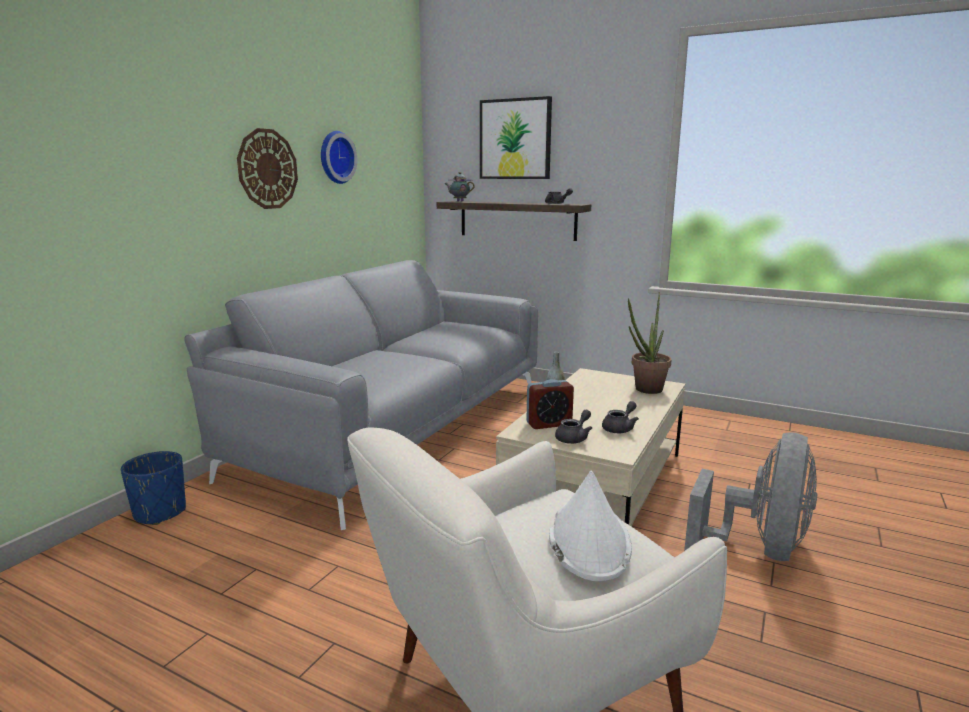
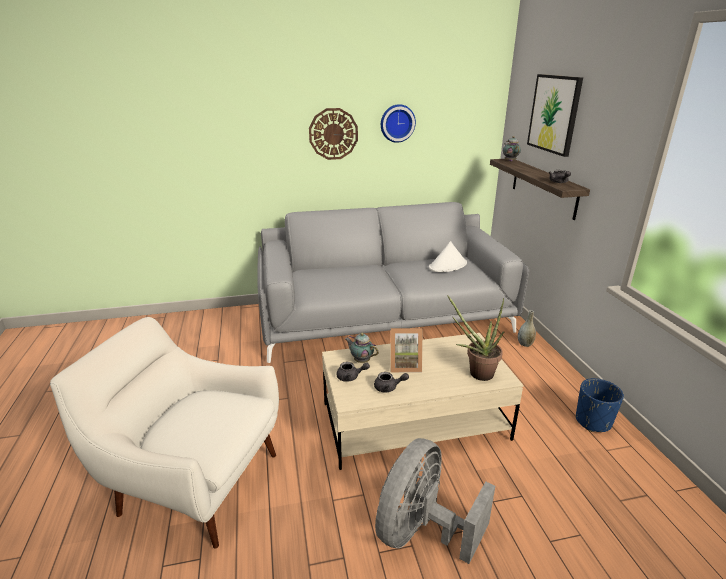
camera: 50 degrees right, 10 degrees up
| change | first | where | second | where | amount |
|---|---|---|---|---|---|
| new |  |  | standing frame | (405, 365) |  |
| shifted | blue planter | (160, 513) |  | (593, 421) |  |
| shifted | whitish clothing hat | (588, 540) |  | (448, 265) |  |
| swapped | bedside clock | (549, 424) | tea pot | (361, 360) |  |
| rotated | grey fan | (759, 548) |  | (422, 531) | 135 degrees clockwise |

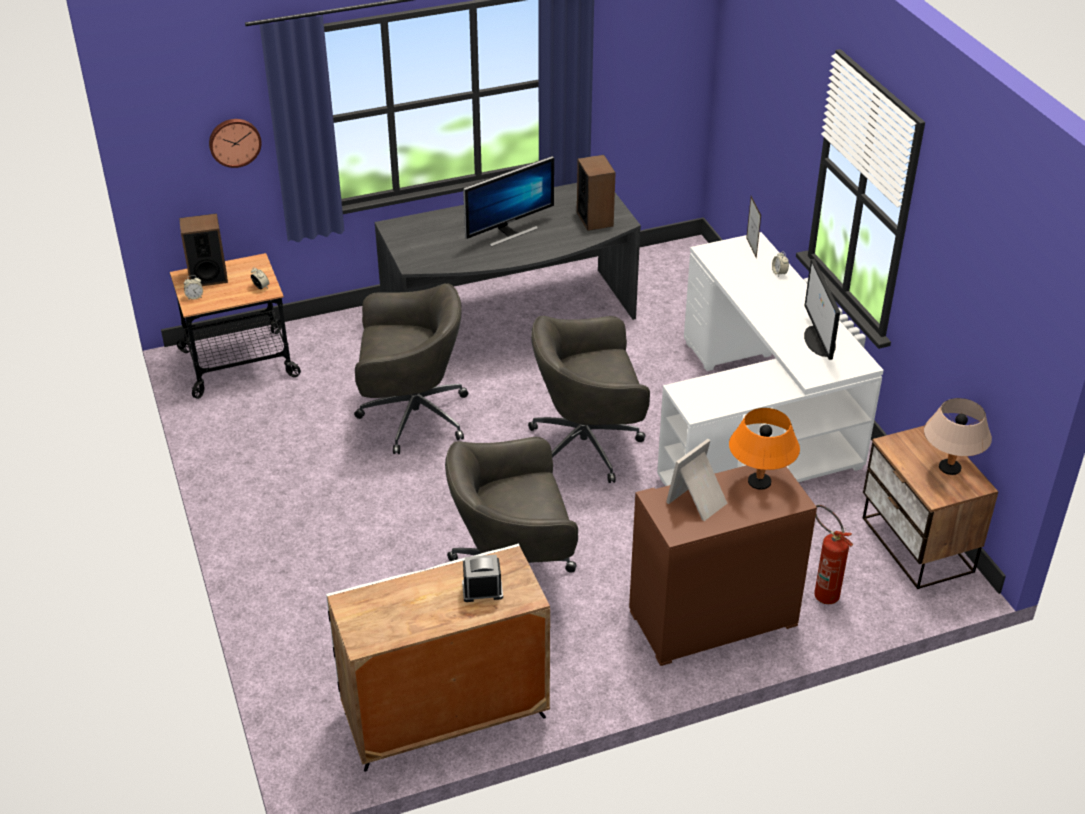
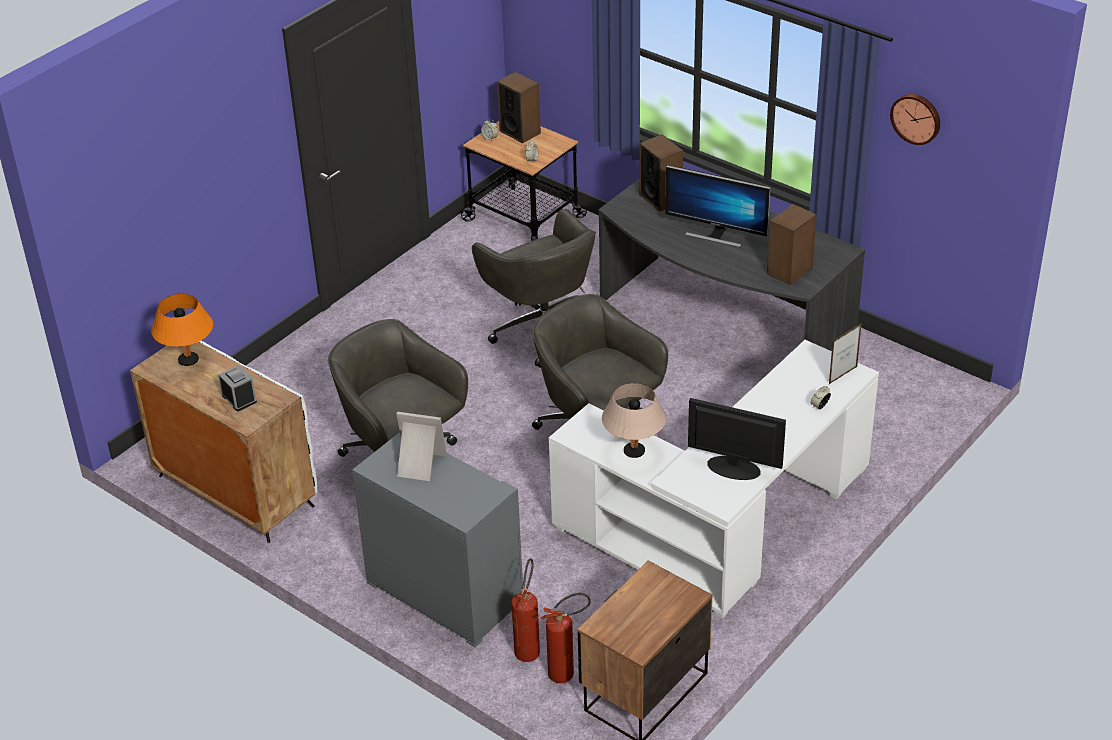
camera: 60 degrees right, 0 degrees up
| change | first | where | second | where | amount |
|---|---|---|---|---|---|
| new |  |  | extinguisher | (567, 673) |  |
| new |  |  | audio speaker | (660, 198) |  |
| shifted | clock on the wall | (234, 141) |  | (916, 118) |  |
| shifted | orangey tabletop lamp | (759, 482) |  | (188, 360) |  |
| shifted | beige tabletop lamp | (950, 468) |  | (634, 451) |  |
| repainted | brownish drawer chest | (713, 619) | grey drawer chest | (443, 593) |  |
| rotated | computer display | (819, 341) |  | (733, 467) | 60 degrees clockwise |

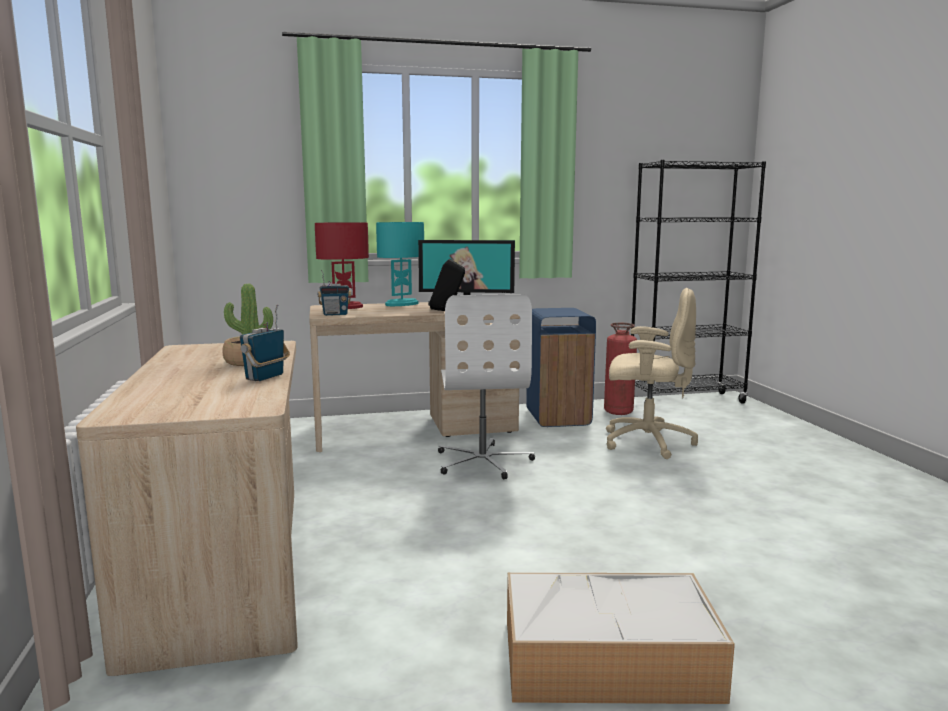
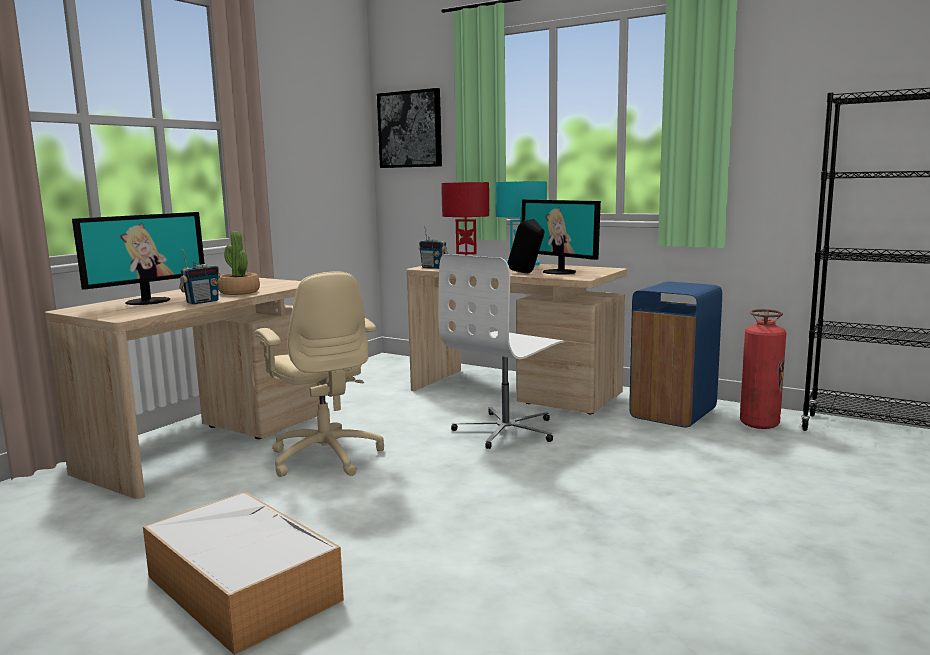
camera: 45 degrees right, 0 degrees up
| change | first | where | second | where | amount |
|---|---|---|---|---|---|
| new |  |  | computer display | (147, 301) |  |
| new |  |  | wall art | (410, 129) |  |
| shifted | beige computer chair | (646, 442) |  | (325, 456) |  |
| rotated | radio set | (265, 377) |  | (202, 302) | 150 degrees clockwise |

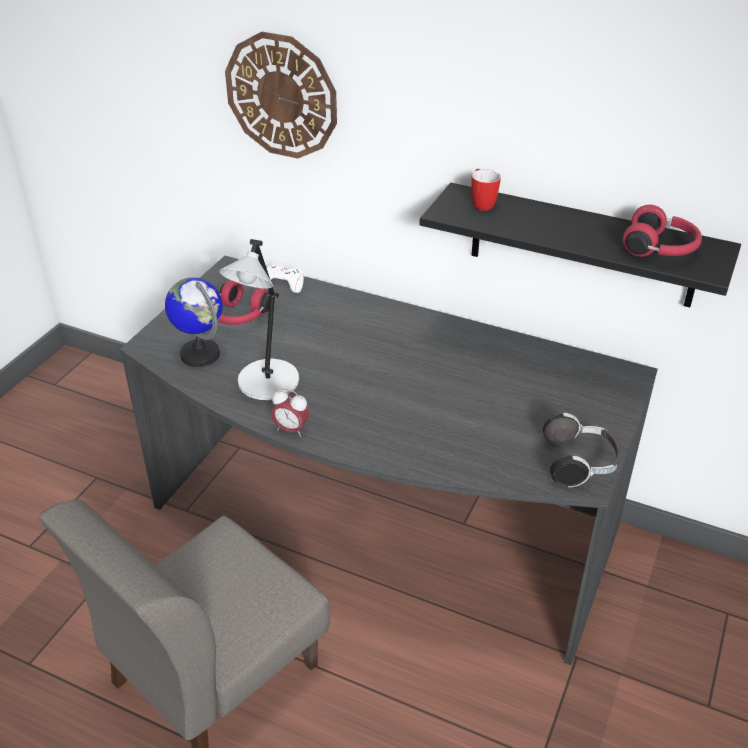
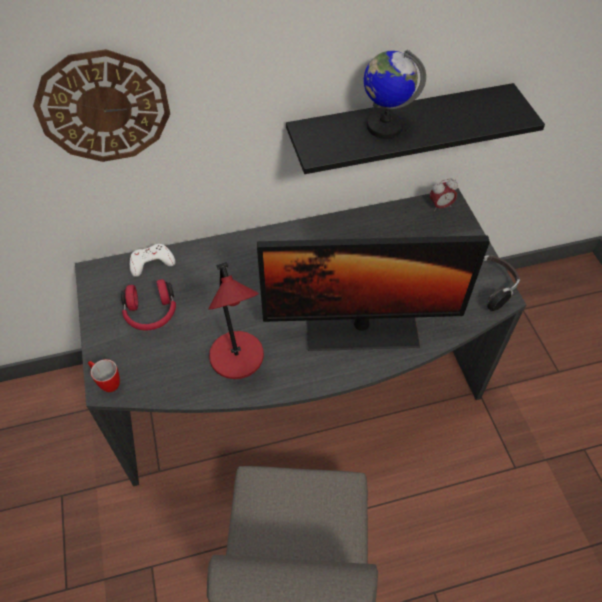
camera: 40 degrees left, 15 degrees up
| change | first | where | second | where | amount |
|---|---|---|---|---|---|
| gone | red pair of headphones | (660, 249) |  |  |  |
| new |  |  | computer display | (361, 328) |  |
| shifted | globe | (200, 354) |  | (384, 126) |  |
| shifted | bedside clock | (291, 430) |  | (440, 206) |  |
| shifted | coffee mug | (481, 203) |  | (107, 382) |  |
| repainted | grey tabletop lamp | (267, 383) | red tabletop lamp | (238, 358) |  |

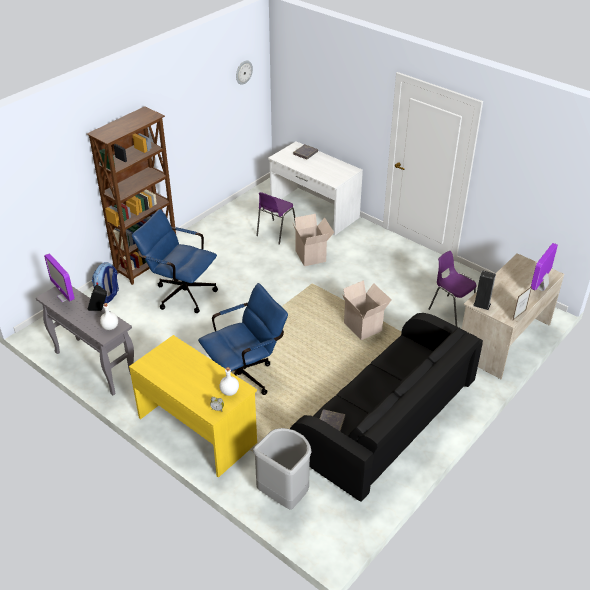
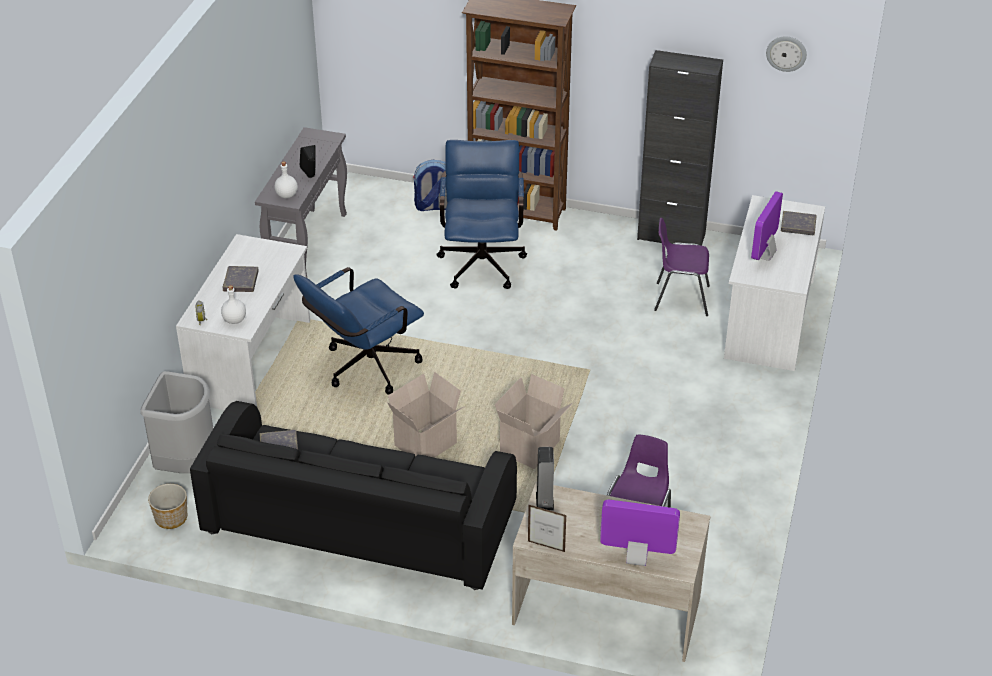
camera: 65 degrees right, 0 degrees up
| change | first | where | second | where | amount |
|---|---|---|---|---|---|
| new |  |  | planter | (170, 518) |  |
| new |  |  | grey volume | (241, 281) |  |
| new |  |  | black cabinet | (671, 236) |  |
| shifted | computer display | (65, 296) |  | (765, 254) |  |
| shifted | cardboard box | (311, 256) |  | (426, 446) |  |
| repainted | yellow-coloured desk | (198, 429) | whitish desk | (252, 361) |  |
| rotated | blue computer chair | (245, 376) |  | (364, 369) | 105 degrees clockwise |

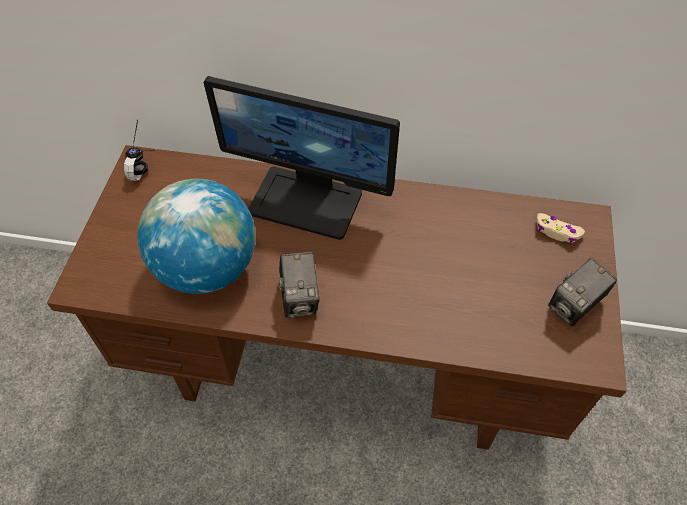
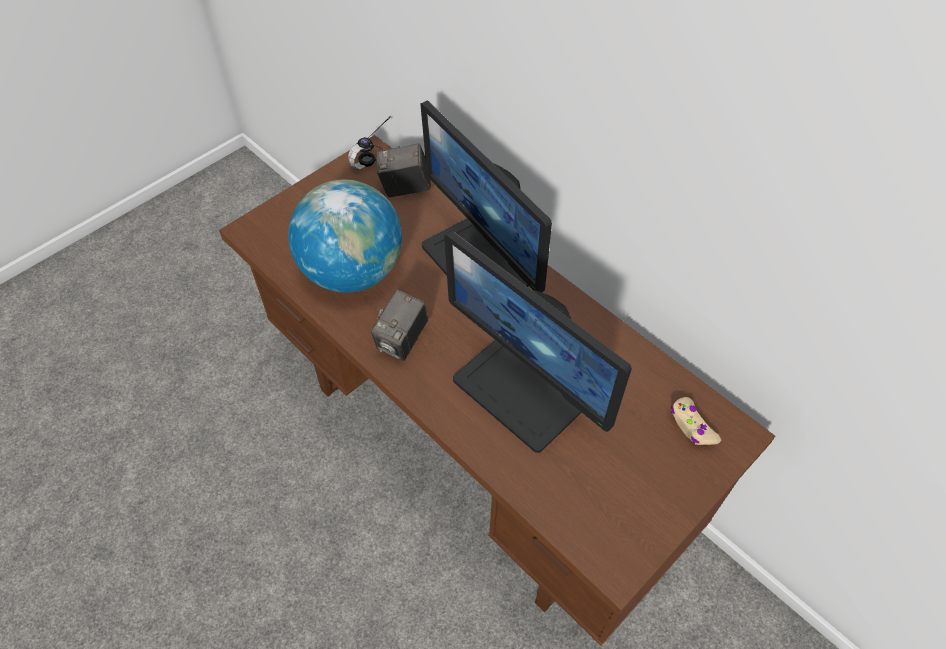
camera: 35 degrees right, 0 degrees up
| change | first | where | second | where | amount |
|---|---|---|---|---|---|
| new |  |  | computer display | (522, 390) |  |
| shifted | photo camera | (573, 306) |  | (405, 188) |  |

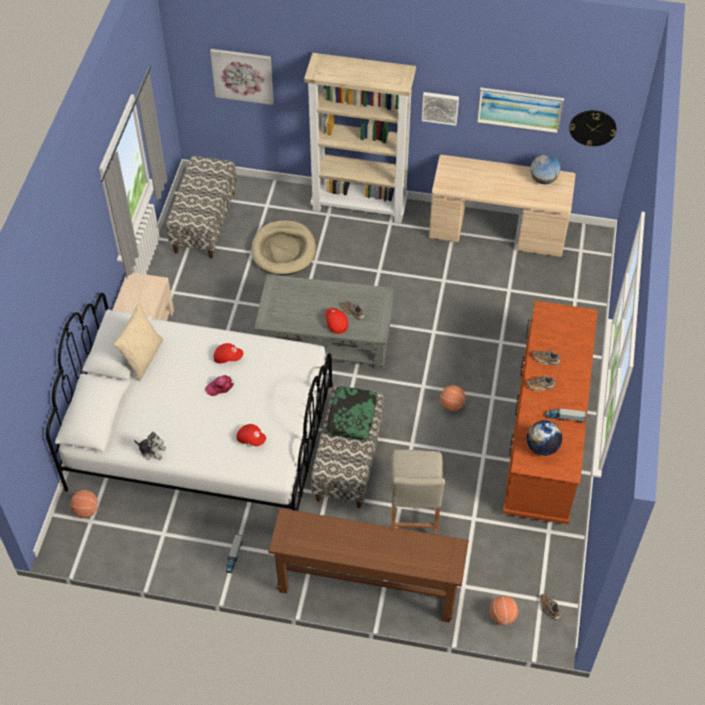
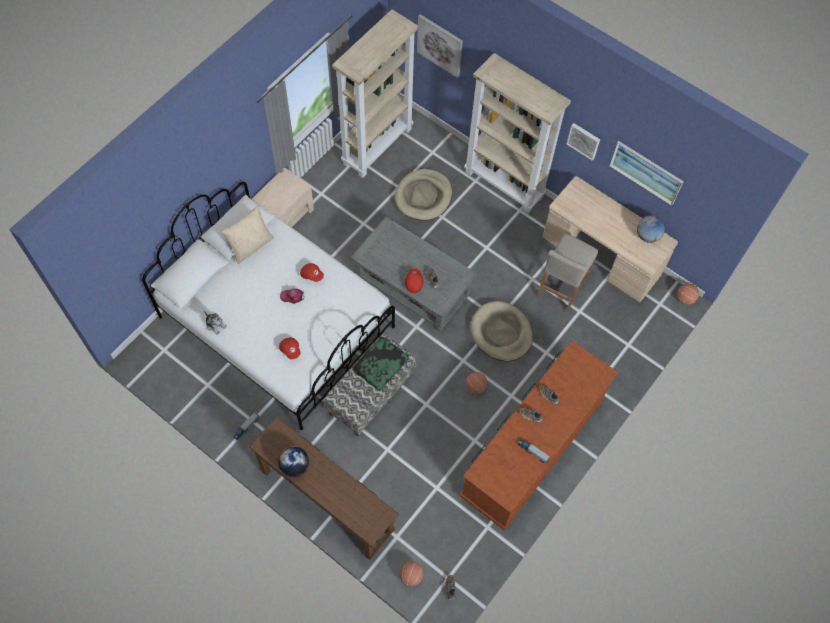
camera: 25 degrees right, 10 degrees up
| change | first | where | second | where | amount |
|---|---|---|---|---|---|
| gone | clock on the wall | (592, 127) |  |  |  |
| new |  |  | beige pet bed | (501, 333) |  |
| shifted | basketball | (86, 510) |  | (685, 298) |  |
| shifted | beige stool | (413, 514) |  | (561, 286) |  |
| shifted | globe | (542, 447) |  | (294, 466) |  |
| swapped | indoor bench | (204, 222) | beige bookcase | (377, 145) |  |

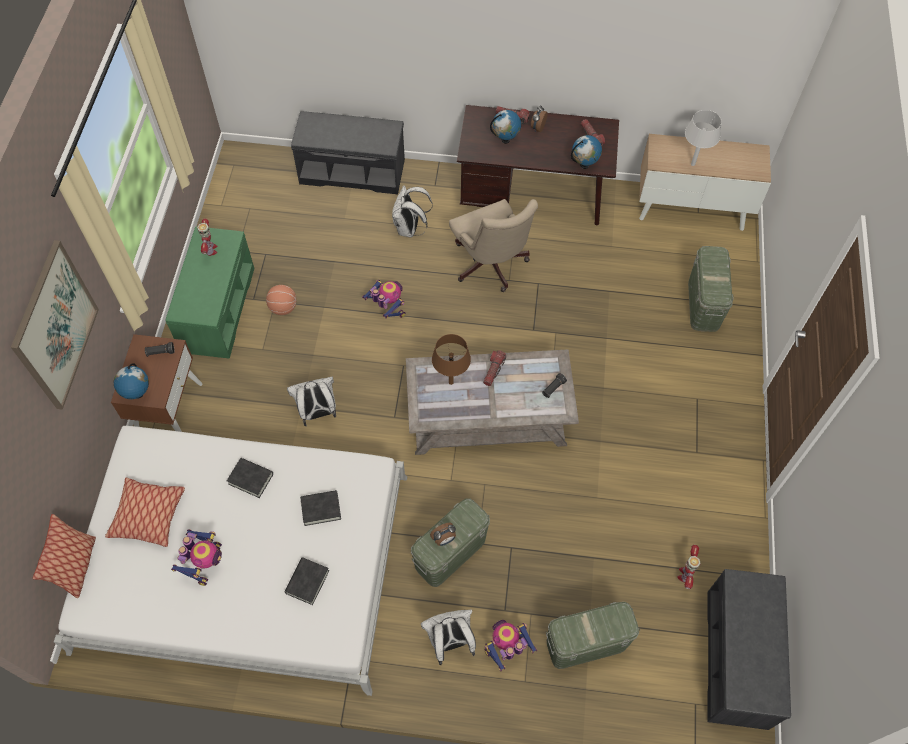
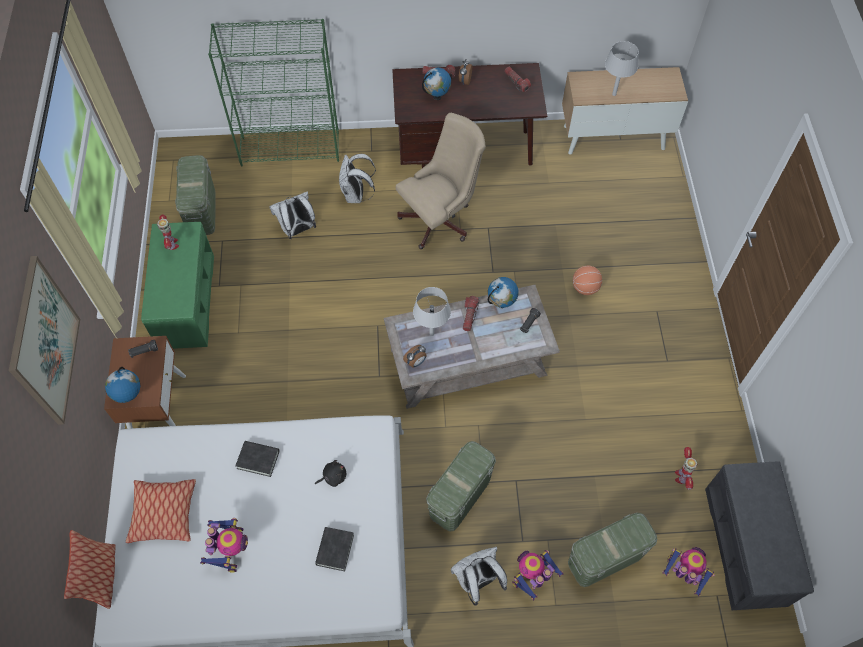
camera: 10 degrees left, 0 degrees up
| change | first | where | second | where | amount |
|---|---|---|---|---|---|
| shifted | basketball | (283, 308) |  | (585, 287) |  |
| shifted | whitish knapsack | (318, 413) |  | (298, 230) |  |
| shifted | model robot | (387, 309) |  | (683, 574) |  |
| shifted | bedside clock | (444, 539) |  | (416, 362) |  |
| shifted | globe | (584, 165) |  | (501, 304) |  |
| shifted | greenish storage bin | (703, 304) |  | (202, 211) |  |
| swapped | grey indoor bench | (353, 171) | greenish bookcase | (291, 149) |  |
| swapped | black volume | (321, 509) | black plush toy | (333, 476) |  |
| repainted | brownish tabletop lamp | (450, 382) | grey tabletop lamp | (431, 333) |  |
| rotated | beige computer chair | (491, 266) |  | (440, 219) | 90 degrees counterclockwise |

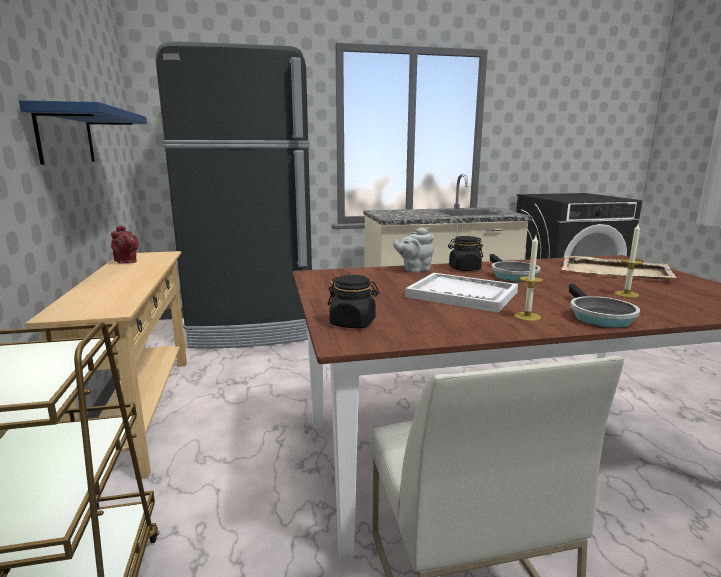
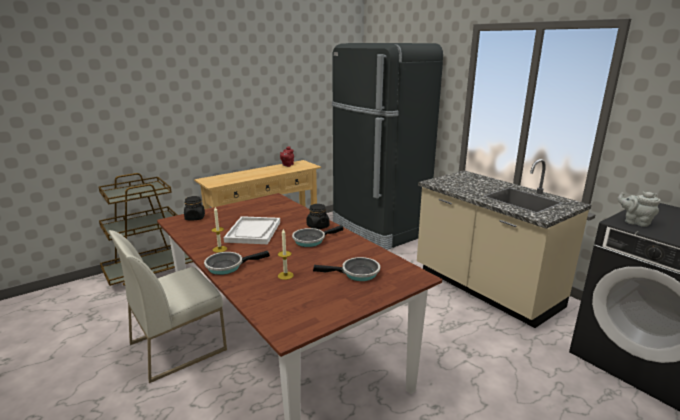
camera: 65 degrees right, 5 degrees up
| change | first | where | second | where | amount |
|---|---|---|---|---|---|
| gone | blue bracket shelf | (66, 136) |  |  |  |
| shifted | grey tea pot | (414, 269) |  | (635, 222) |  |
| swapped | beige carrying tray | (615, 271) | frying pan | (357, 273) |  |

